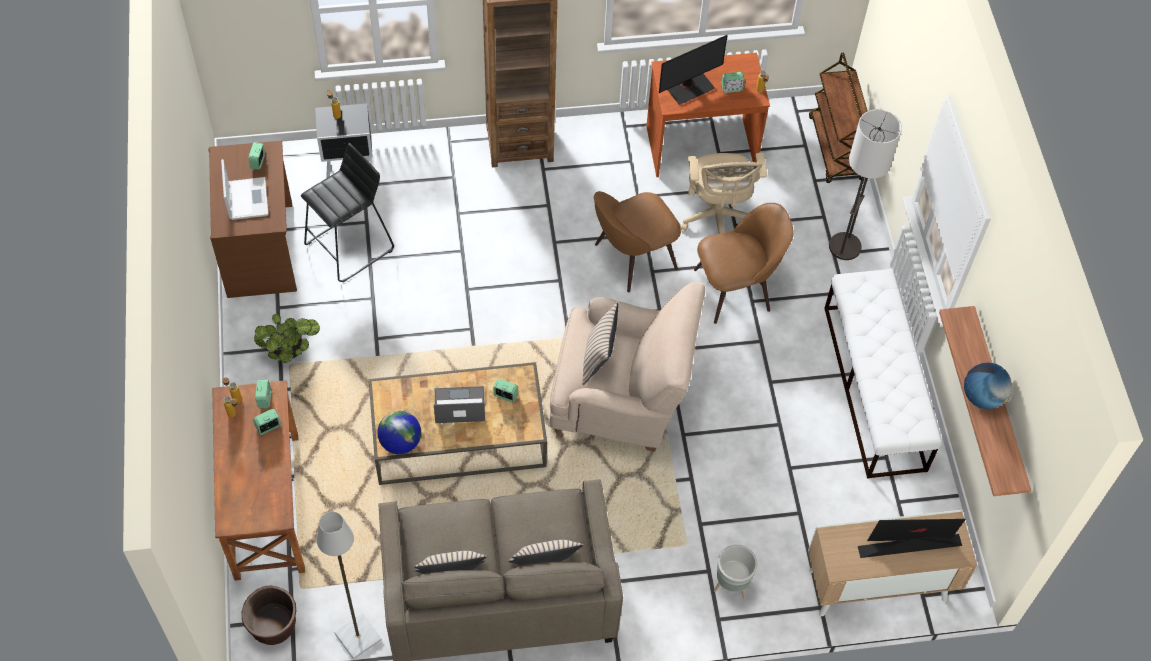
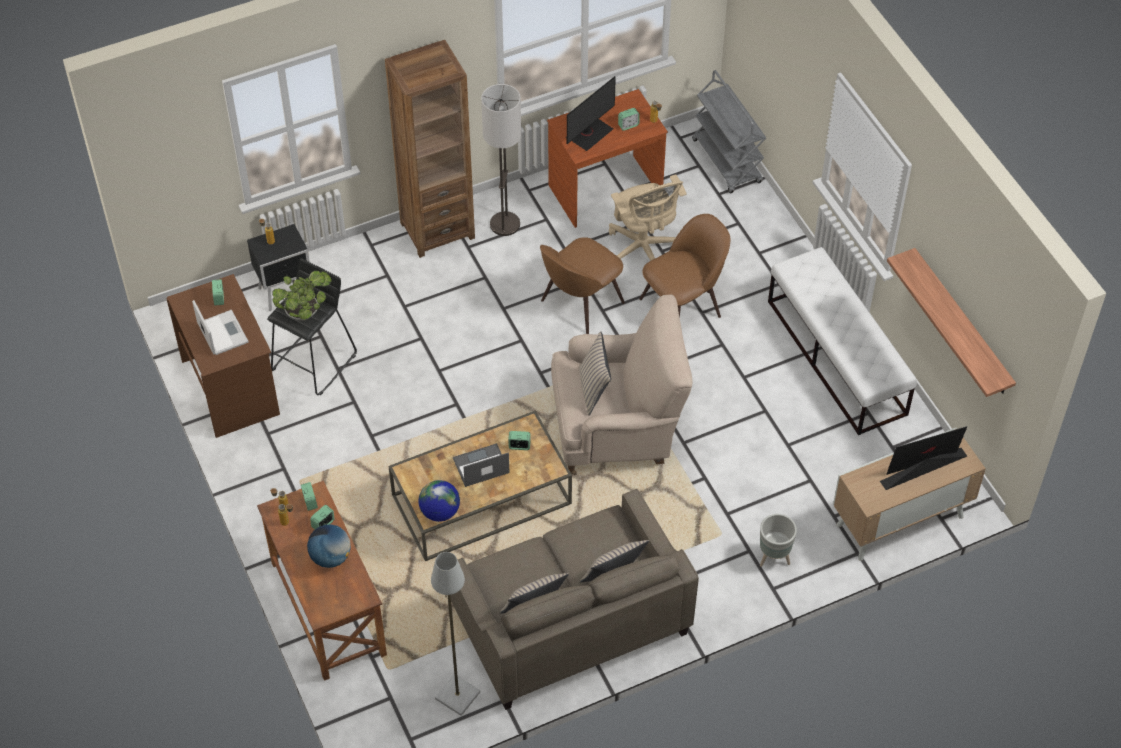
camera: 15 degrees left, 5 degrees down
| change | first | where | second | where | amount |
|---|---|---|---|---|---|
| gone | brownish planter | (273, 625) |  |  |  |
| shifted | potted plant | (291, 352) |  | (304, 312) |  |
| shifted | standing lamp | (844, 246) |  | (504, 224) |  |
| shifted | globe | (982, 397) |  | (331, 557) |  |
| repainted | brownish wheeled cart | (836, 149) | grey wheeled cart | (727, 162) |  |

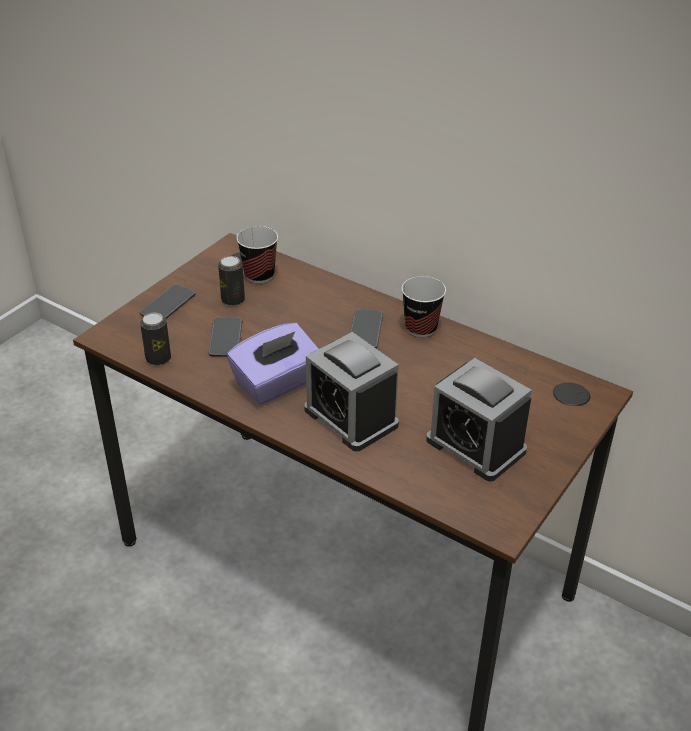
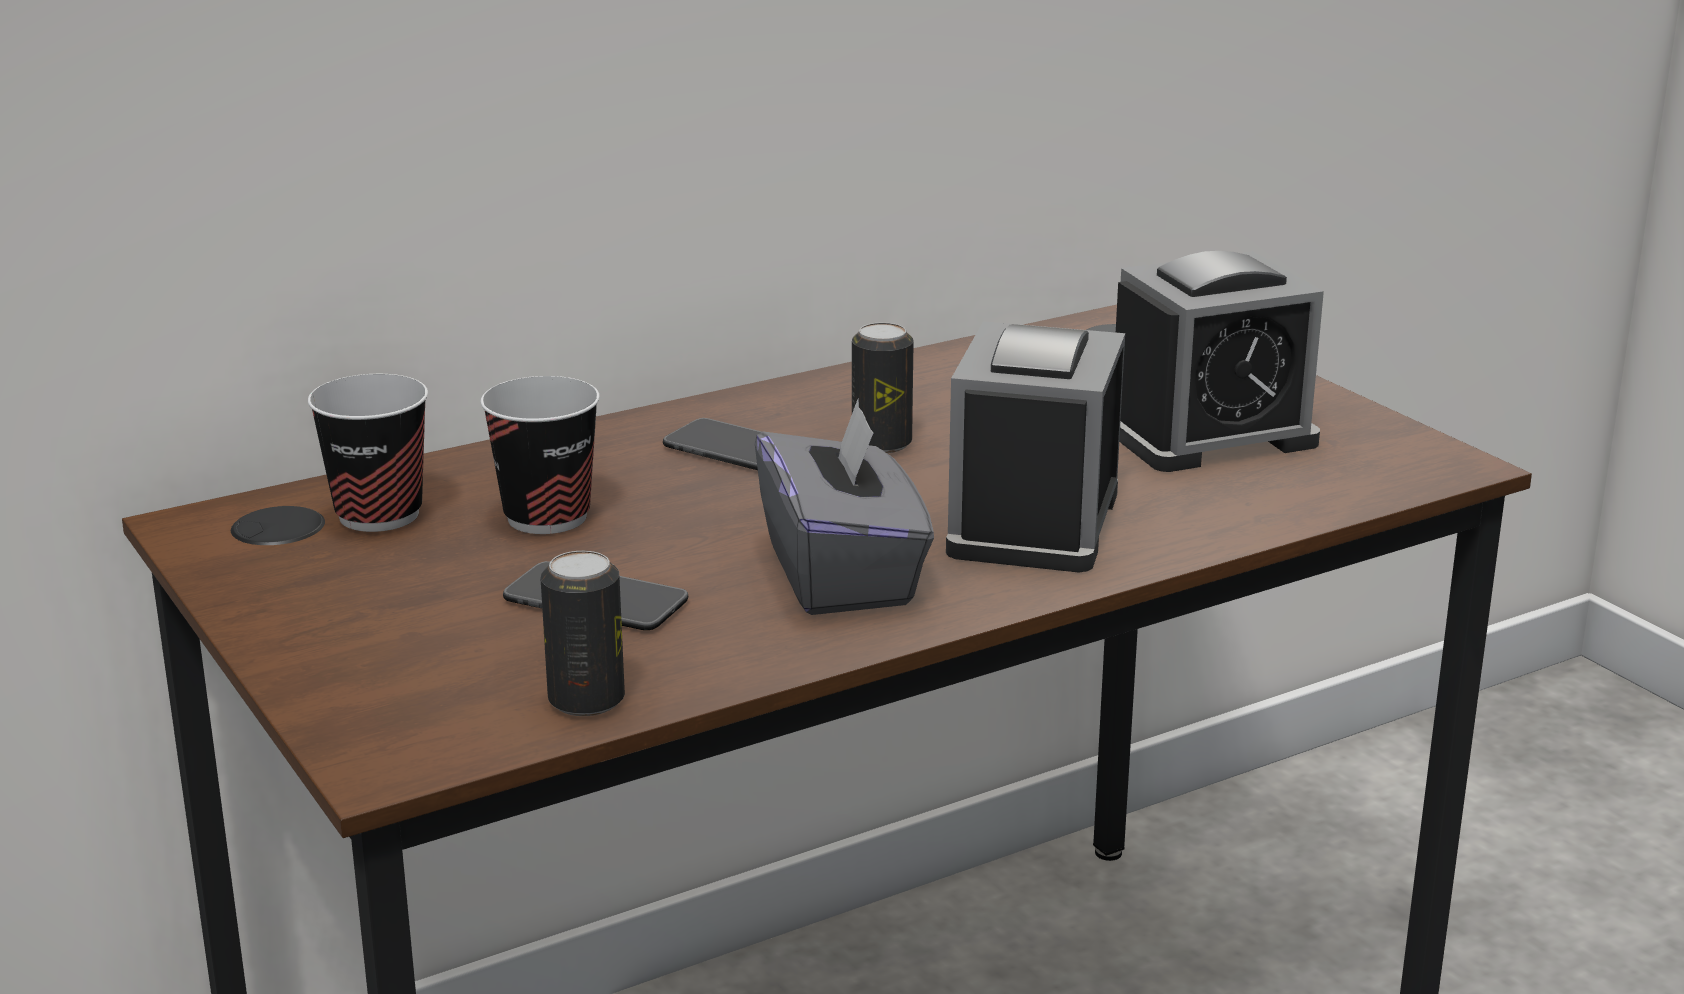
camera: 65 degrees left, 15 degrees down
| change | first | where | second | where | amount |
|---|---|---|---|---|---|
| gone | telephone | (168, 304) |  |  |  |
| shifted | sealed can | (233, 300) |  | (881, 443) |  |
| shifted | small cup | (421, 328) |  | (547, 517) |  |
| repainted | purple-coloured tissue box | (277, 383) | grey tissue box | (842, 574) |  |
| rotated | bedside clock | (351, 417) |  | (1033, 523) | 120 degrees clockwise |

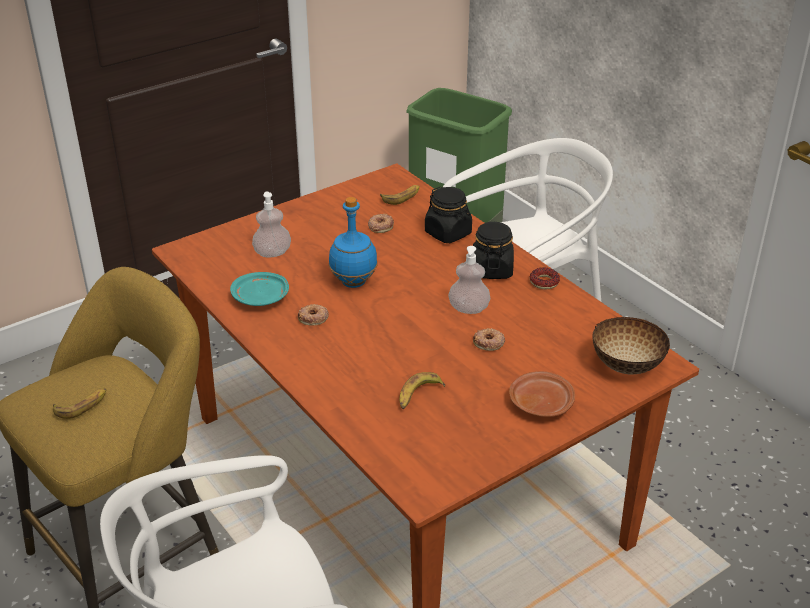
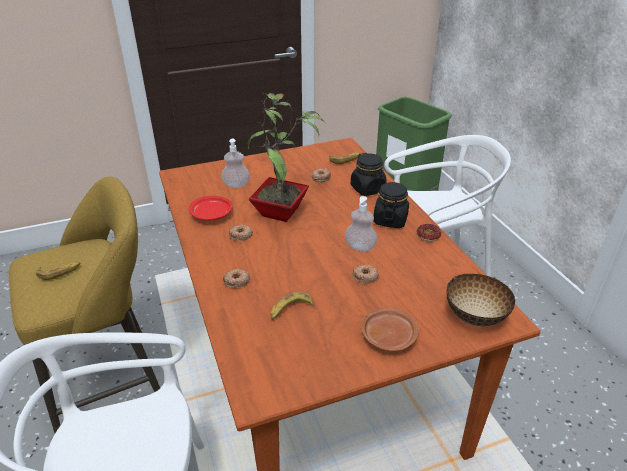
camera: 15 degrees right, 0 degrees up
| change | first | where | second | where | amount |
|---|---|---|---|---|---|
| new |  |  | donut | (236, 281) |  |
| swapped | blue bottle | (353, 282) | potted plant | (282, 213) |  |
| repainted | turquoise dinner plate | (261, 298) | red dinner plate | (212, 215) |  |

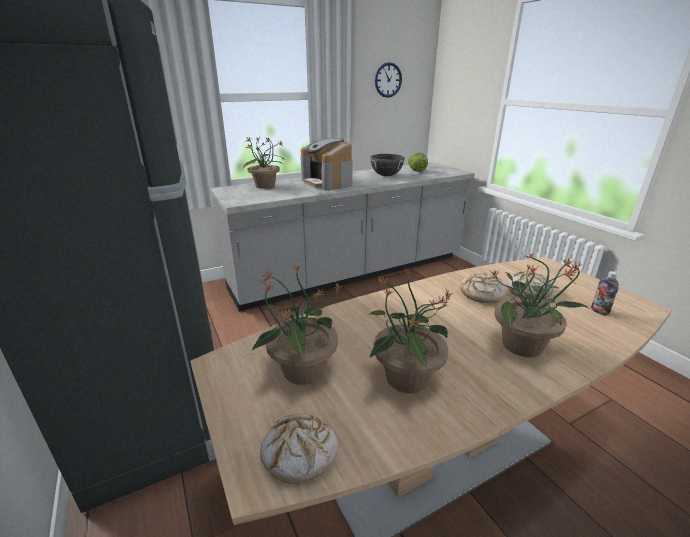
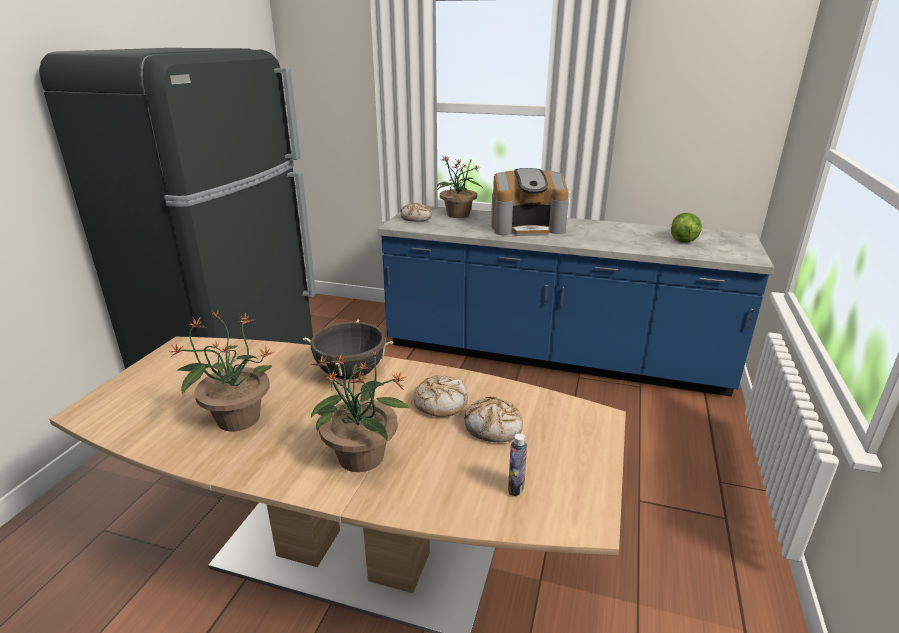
camera: 45 degrees right, 0 degrees up
| change | first | where | second | where | amount |
|---|---|---|---|---|---|
| gone | potted plant | (302, 371) |  |  |  |
| gone | clock on the wall | (388, 80) |  |  |  |
| shifted | baked bread | (300, 453) |  | (416, 218) |  |
| shifted | black saucepot | (386, 175) |  | (351, 373) |  |
| repainted | grey counter | (350, 273) | blue counter | (552, 356) |  |
| rotated | coffee machine | (327, 182) |  | (527, 227) | 105 degrees counterclockwise |

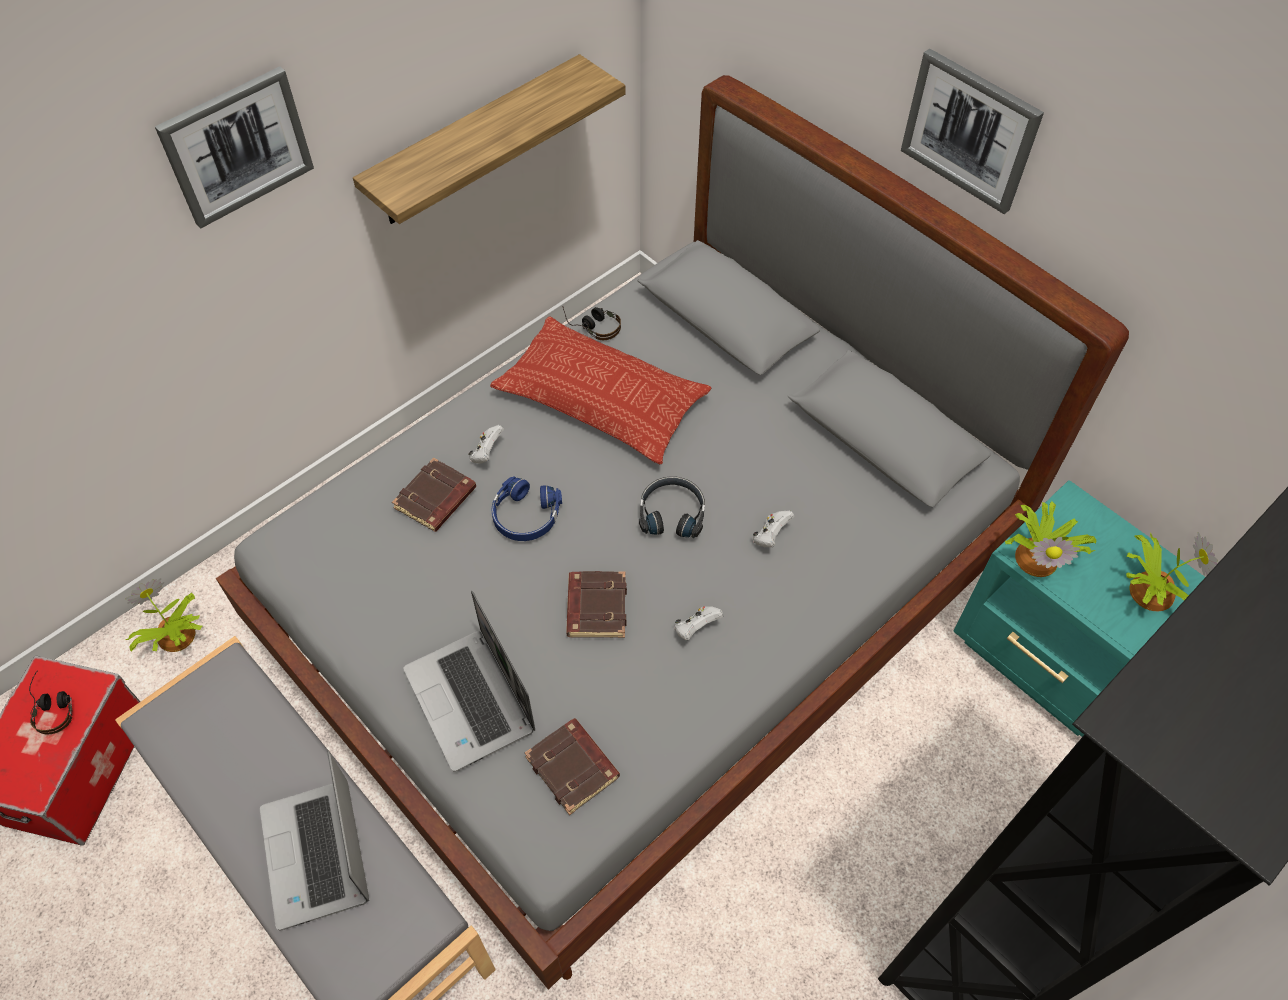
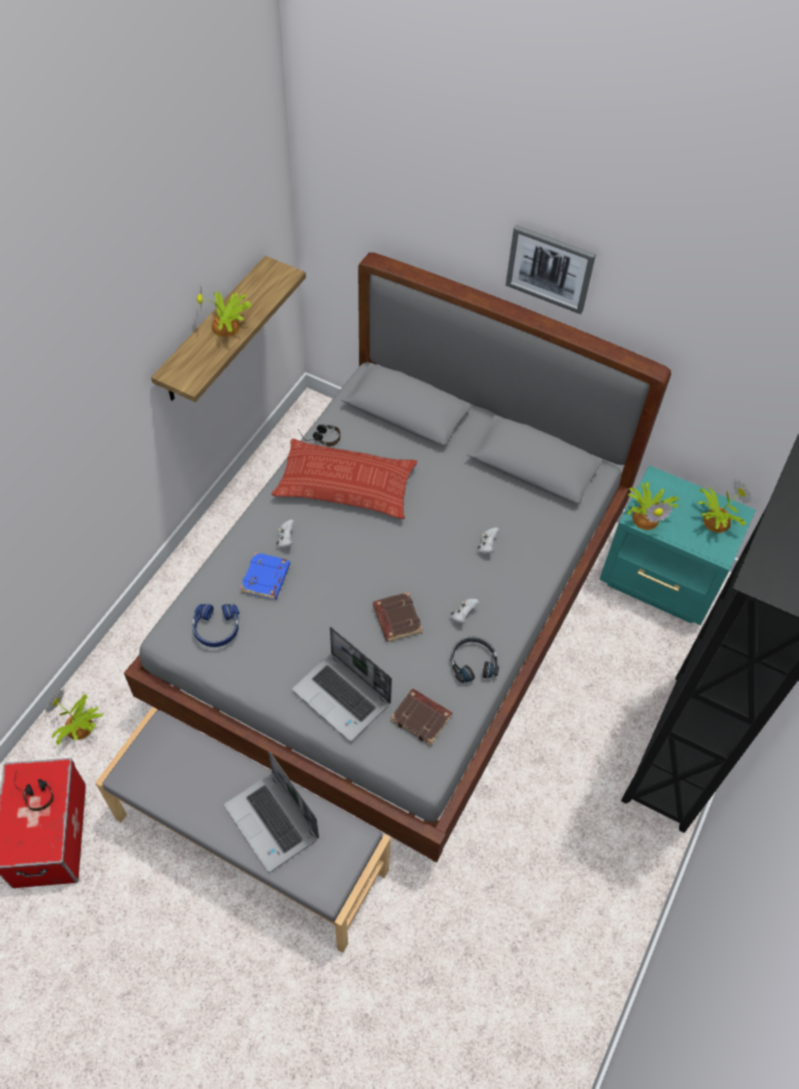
camera: 20 degrees left, 0 degrees up
| change | first | where | second | where | amount |
|---|---|---|---|---|---|
| gone | wall art | (237, 146) |  |  |  |
| new |  |  | potted plant | (227, 327) |  |
| shifted | blue pair of headphones | (525, 516) |  | (216, 629) |  |
| shifted | black pair of headphones | (672, 512) |  | (472, 662) |  |
| repainted | brownish volume | (436, 499) | blue volume | (266, 579) |  |

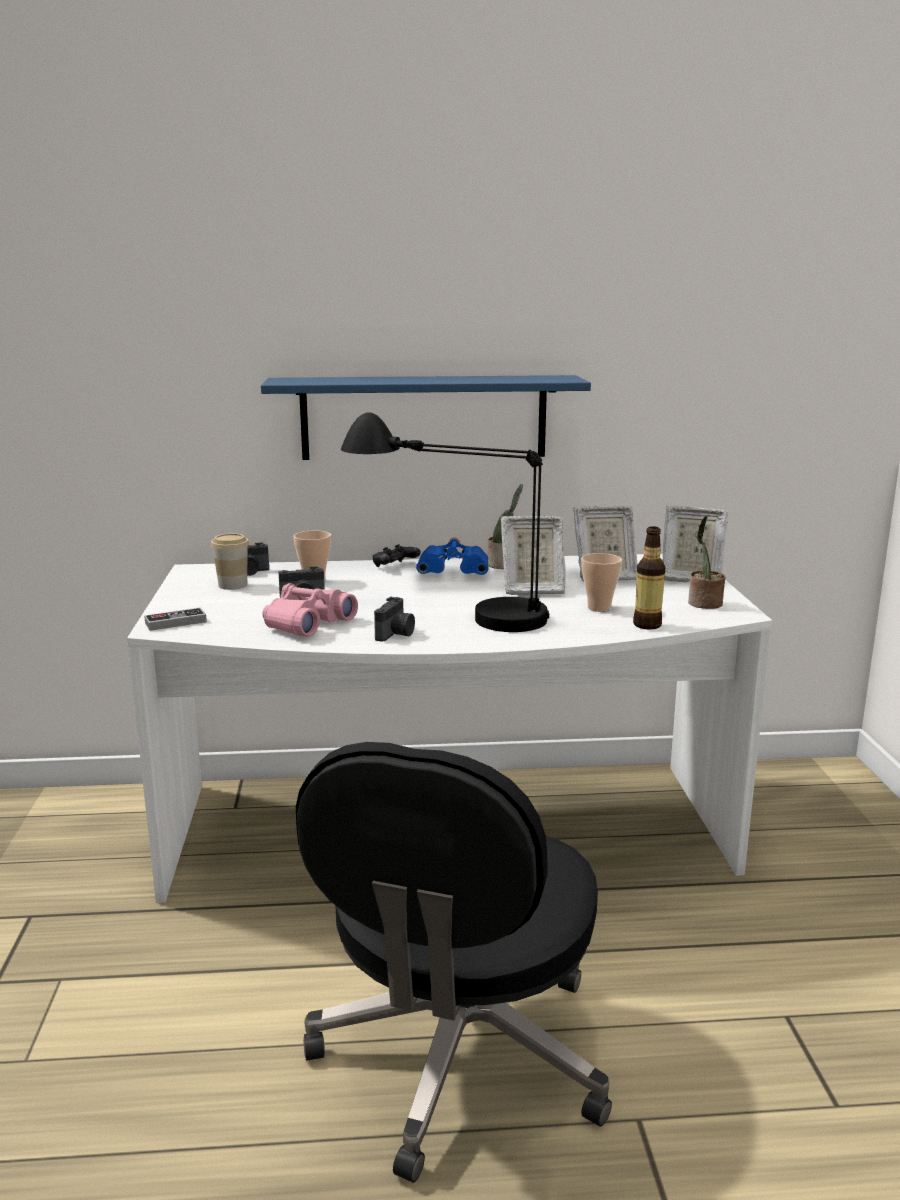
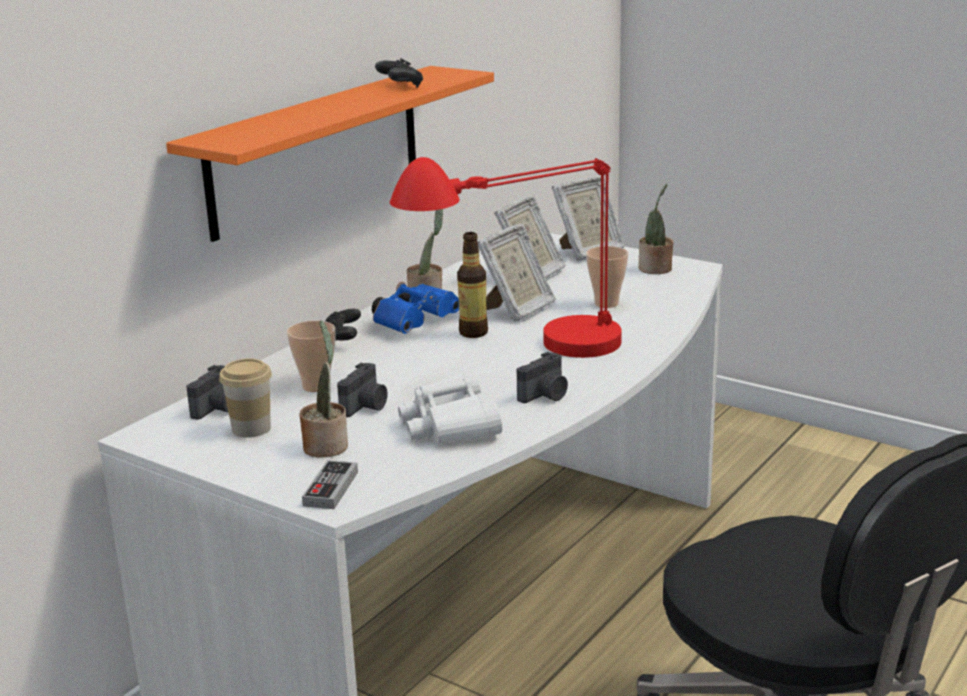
camera: 50 degrees left, 5 degrees up
| change | first | where | second | where | amount |
|---|---|---|---|---|---|
| new |  |  | potted plant | (326, 445) |  |
| new |  |  | black game controller | (400, 86) |  |
| shifted | bottle | (647, 625) |  | (473, 333) |  |
| repainted | blue bracket shelf | (424, 417) | orangey bracket shelf | (317, 150) |  |
| repainted | pinkish pair of binoculars | (306, 624) | whitish pair of binoculars | (450, 425) |  |
| repainted | black tabletop lamp | (450, 611) | red tabletop lamp | (521, 357) |  |
| rotated | photo camera | (396, 634) |  | (545, 395) | 75 degrees clockwise |

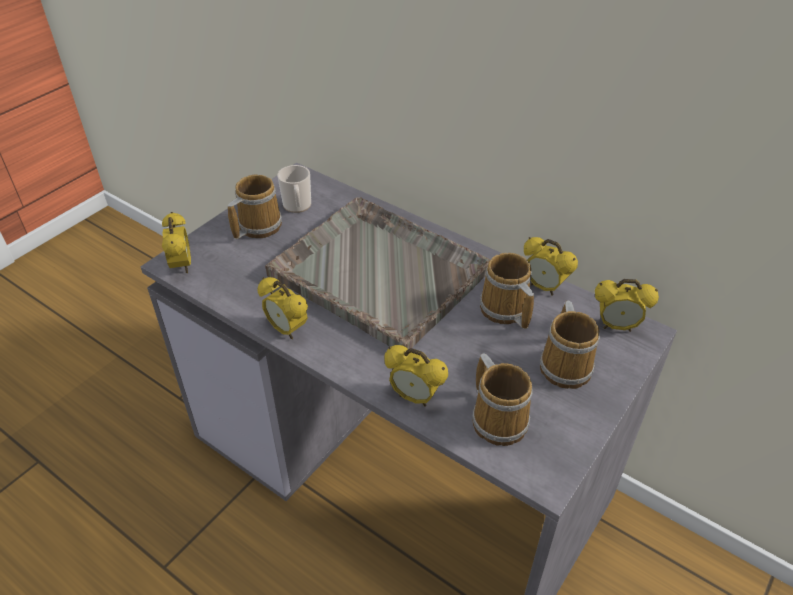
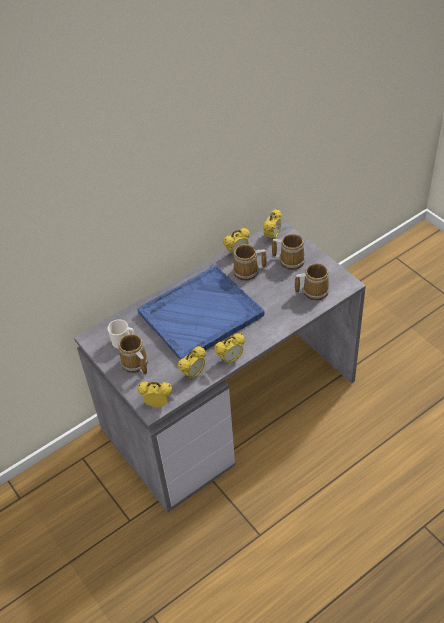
camera: 70 degrees left, 5 degrees up
| change | first | where | second | where | amount |
|---|---|---|---|---|---|
| shifted | bedside clock | (415, 397) |  | (193, 374) |  |
| repainted | grey carrying tray | (377, 272) | blue carrying tray | (199, 315) |  |

